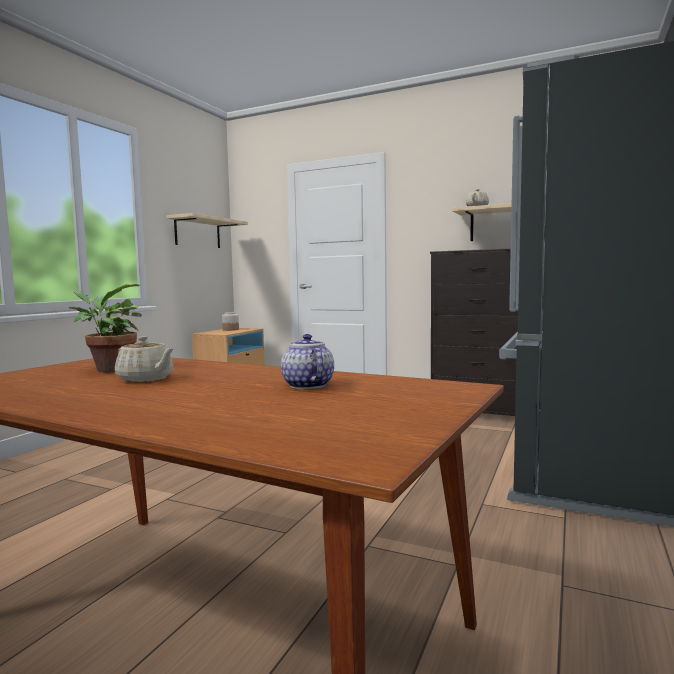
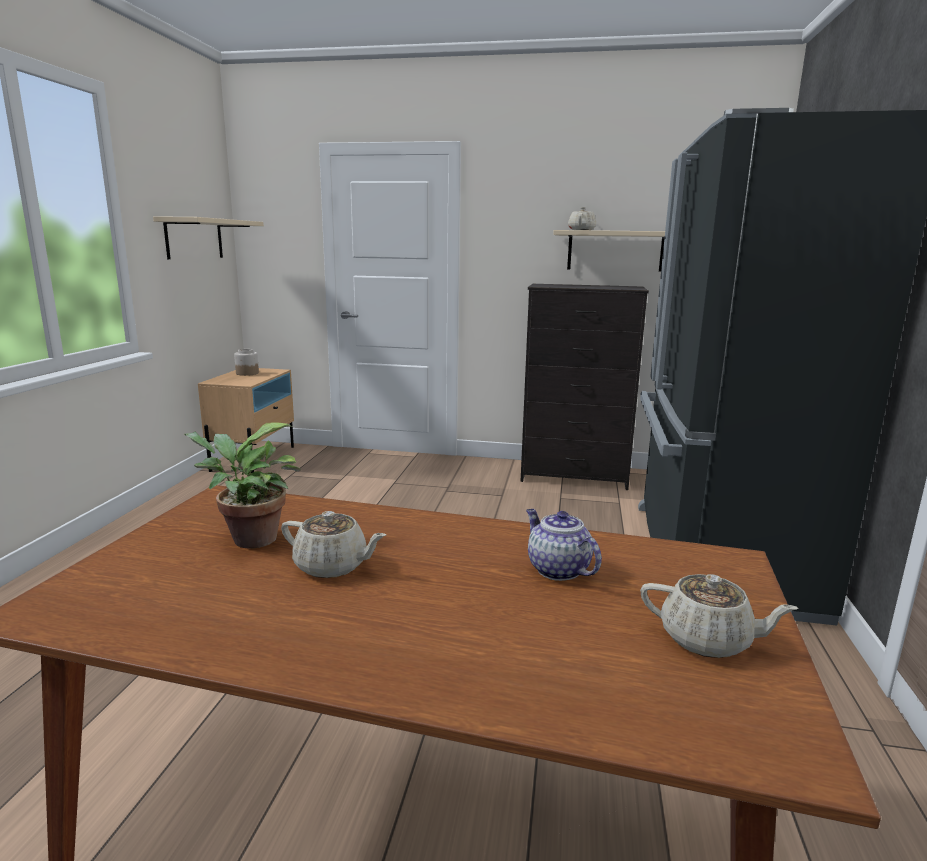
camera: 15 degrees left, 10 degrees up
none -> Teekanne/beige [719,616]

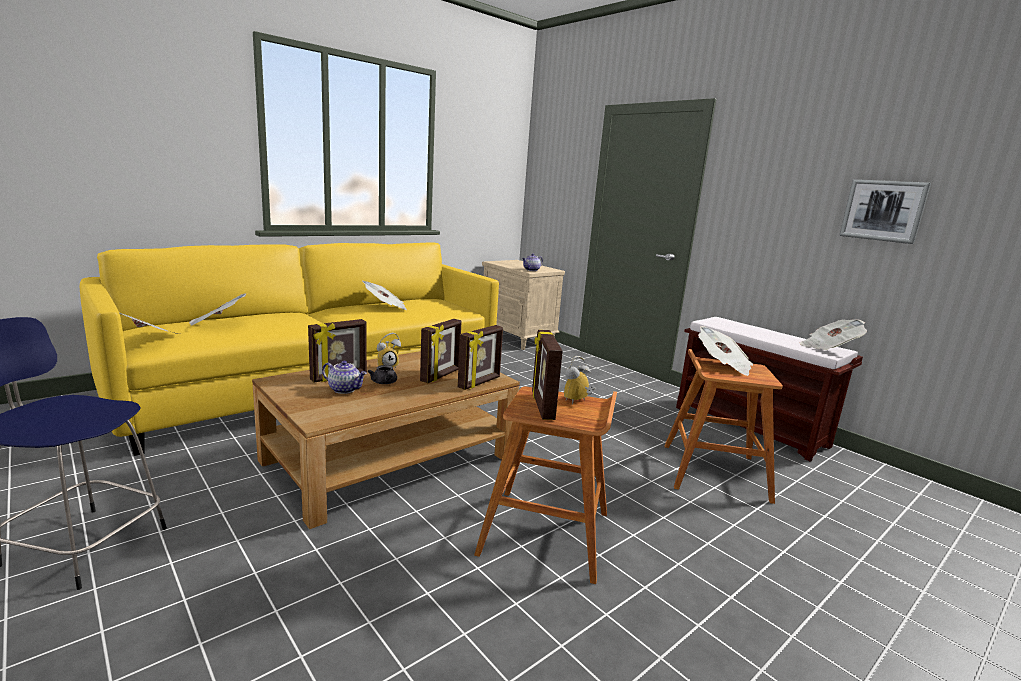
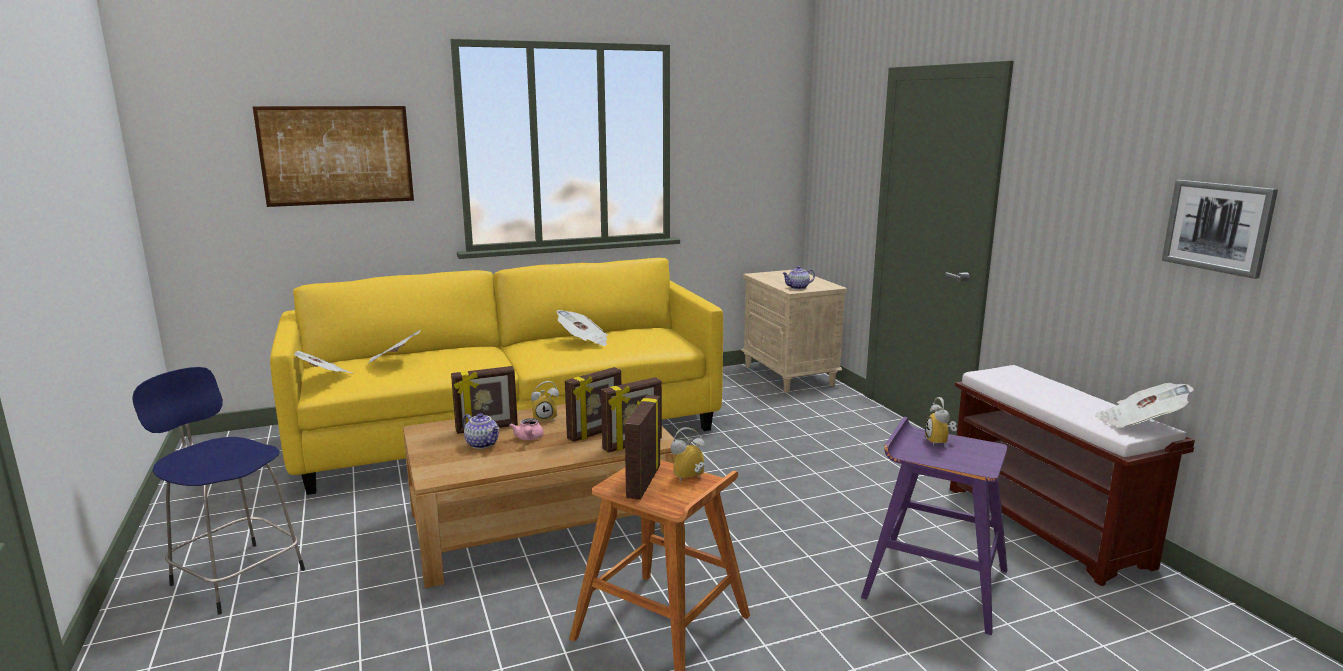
camera: 20 degrees right, 0 degrees up
Zeitung [725,351] -> Wecker [941,422]
Hocker/braun [723,426] -> Hocker/lila [934,526]
Teekanne/grau [382,374] -> Teekanne/rosa [526,429]
none -> Bild [333,156]

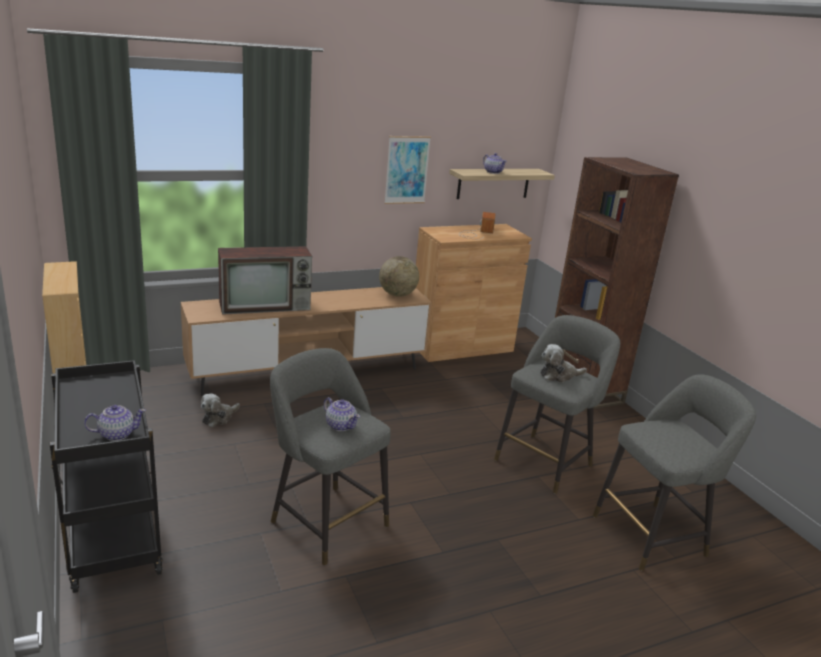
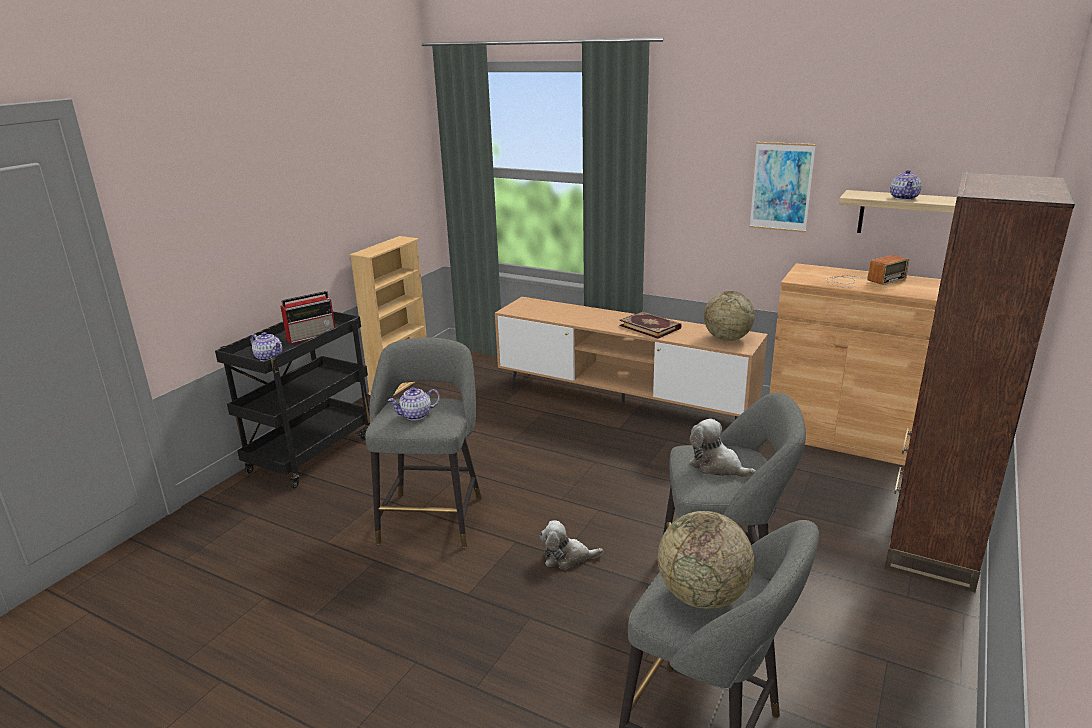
camera: 55 degrees right, 0 degrees up
Fernseher [265,280] -> none
Plüschtier [220,410] -> Plüschtier [571,545], moved
Teekanne [342,414] -> Teekanne [414,403], 60 degrees clockwise
none -> Radio [308,317]
none -> Buch [650,325]
none -> Globus [706,560]

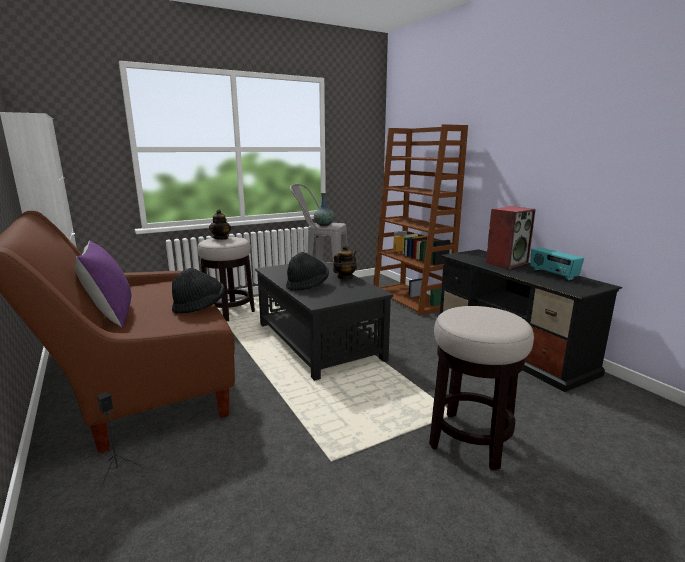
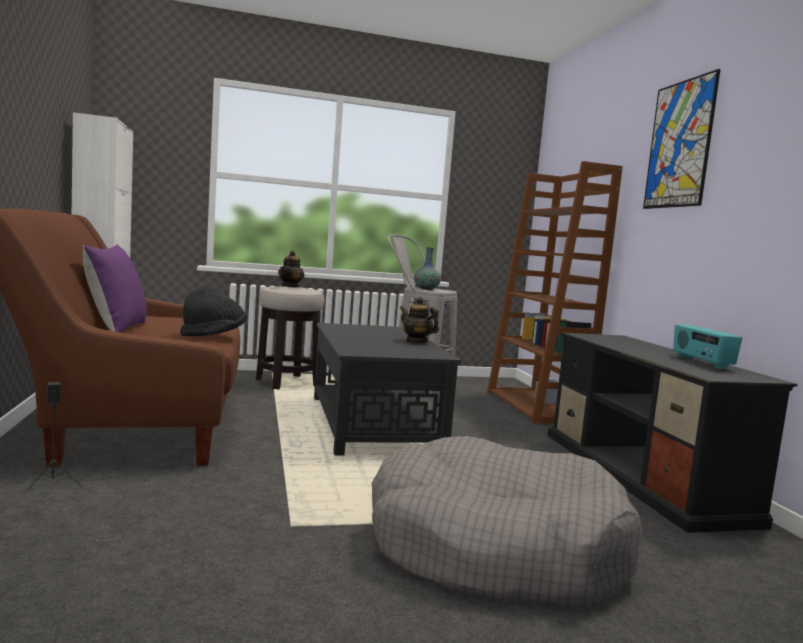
camera: 15 degrees right, 10 degrees down
Lautsprecher [511,237] -> none
Teekanne [345,262] -> Teekanne [419,320], 105 degrees counterclockwise
Hut/schwarz [307,271] -> none
Hocker [481,388] -> Hundebett/grau [507,520]
none -> Bild [682,139]

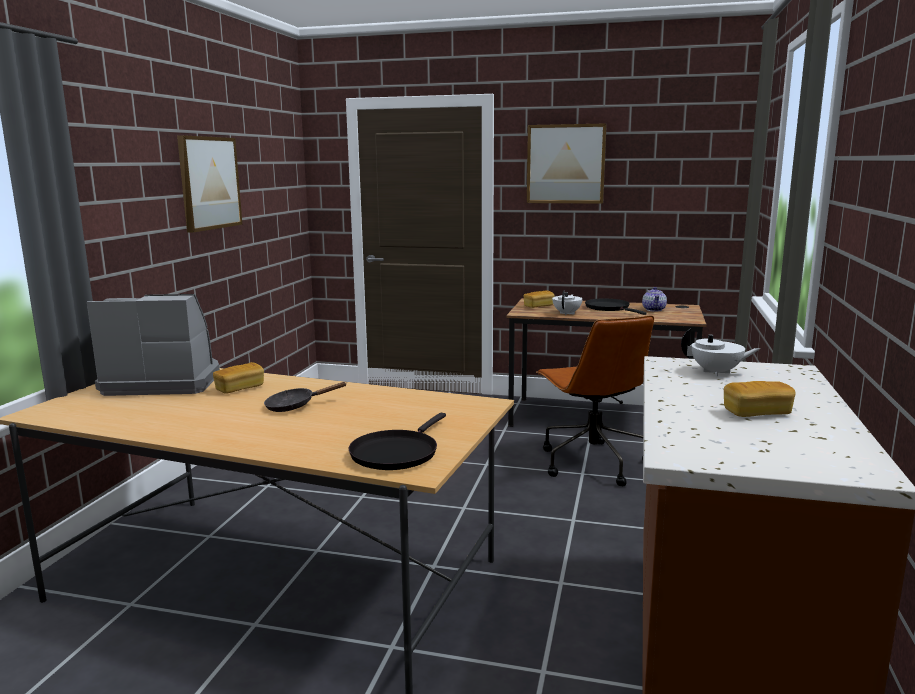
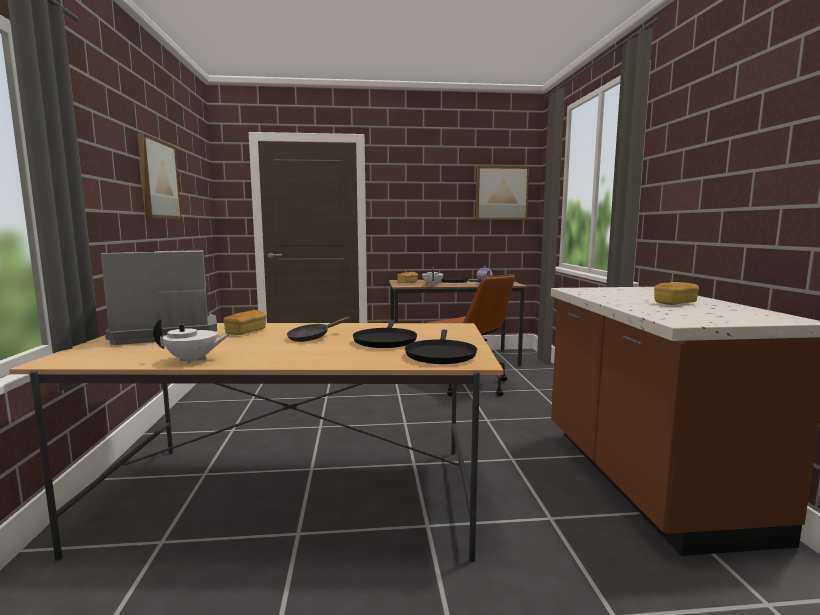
camera: 20 degrees left, 5 degrees down
Bild [567,163] -> Bild [502,193], moved
Teekanne/weiß [720,352] -> Teekanne/weiß [191,341], moved
none -> Pfanne/schwarz [385,334]

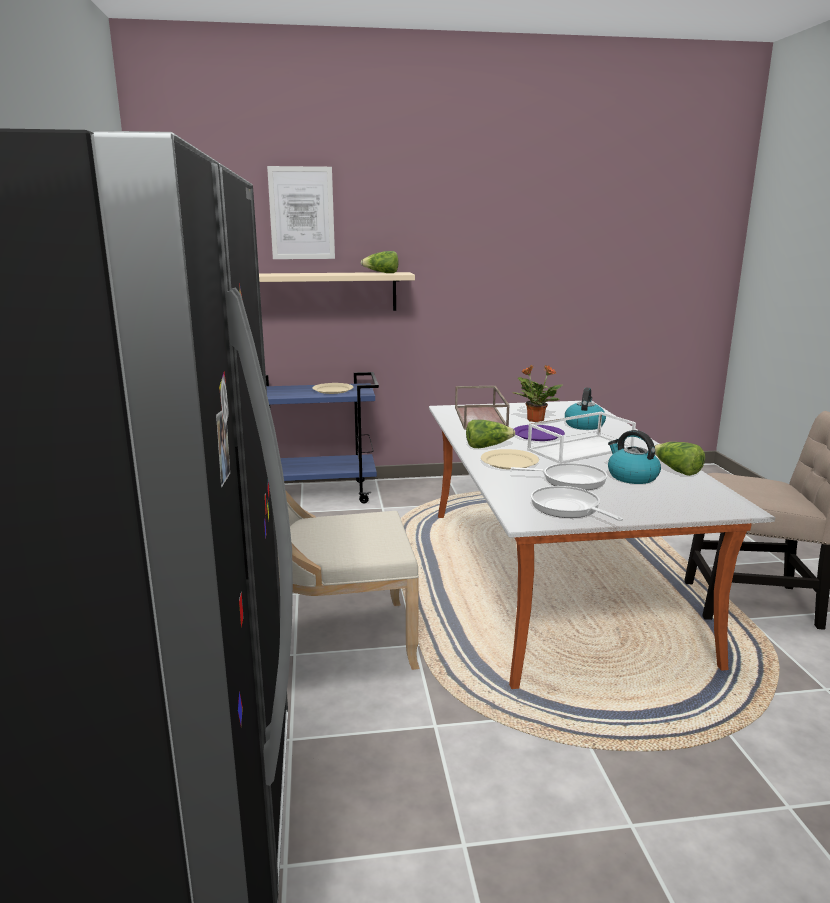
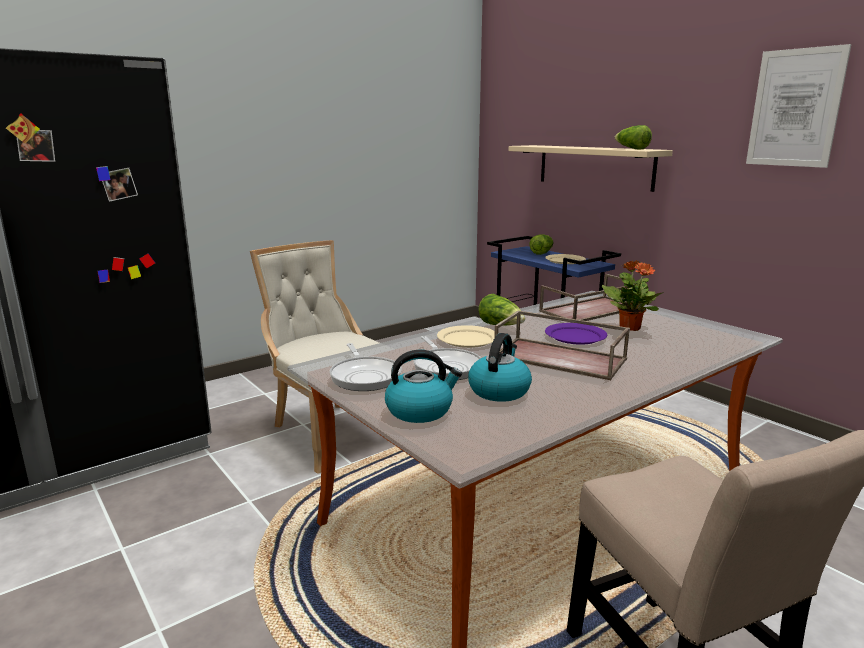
camera: 60 degrees right, 0 degrees up
Bild [301,212] -> Bild [799,106], moved
Wasserkessel [585,409] -> Wasserkessel [423,386], moved
Tablett/weiß [581,438] -> Tablett/braun [562,345]
Salatkopf [680,459] -> Salatkopf [541,244], moved
Pfanne [577,503] -> Pfanne [366,367], 135 degrees clockwise

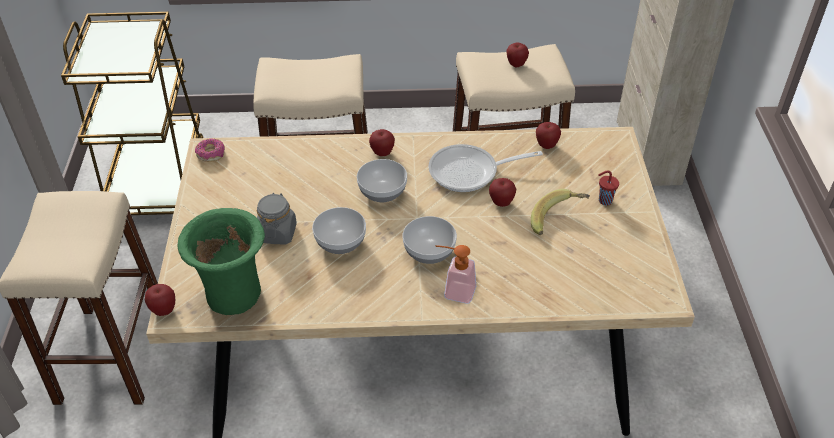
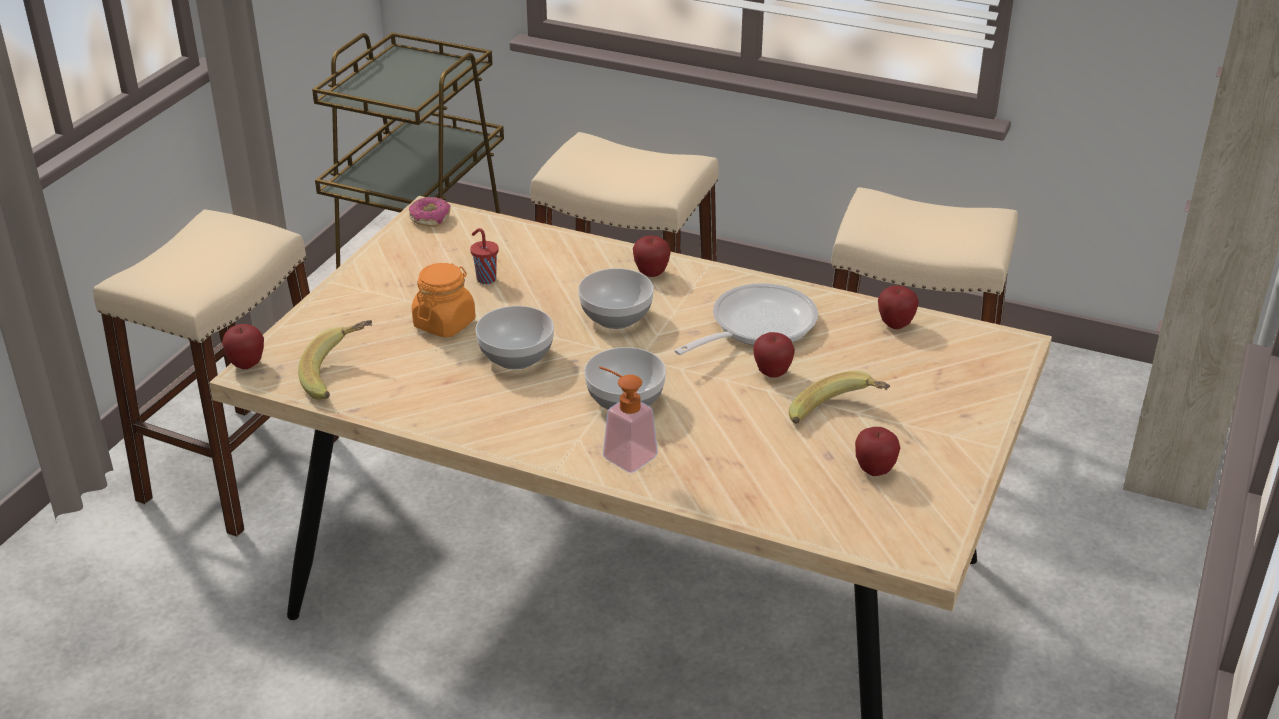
camera: 25 degrees right, 10 degrees down
Apfel [517,55] -> Apfel [877,451], moved
Pfanne [485,168] -> Pfanne [746,319], 120 degrees clockwise
Tasse/rot [608,188] -> Tasse/rot [484,256], moved
Vorratsglas/grau [277,218] -> Vorratsglas/orange [444,300]
Vase/grün [221,261] -> Banane [335,360]

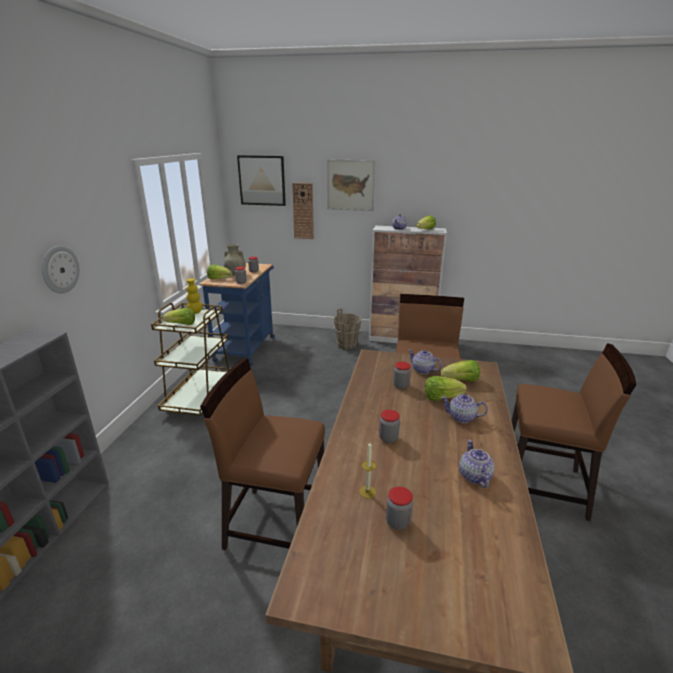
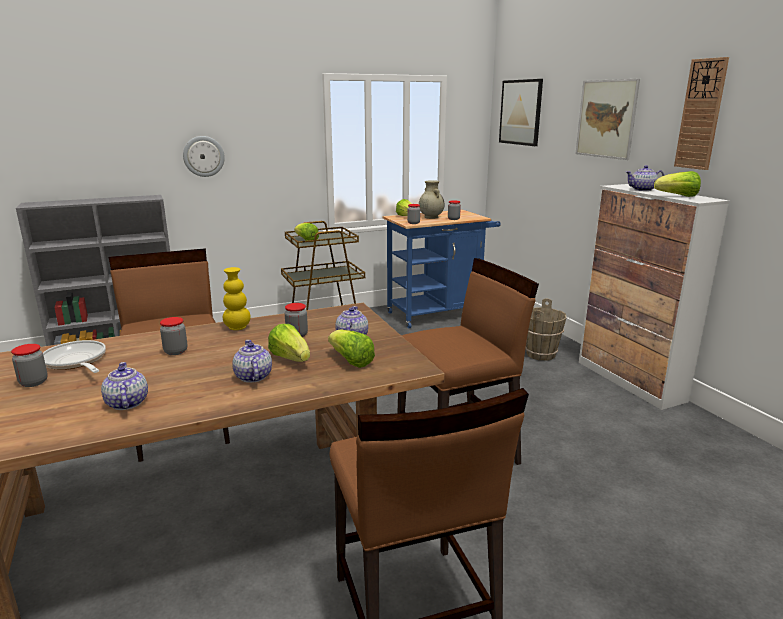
camera: 55 degrees right, 5 degrees down
Wanduhr [303,211] -> Wanduhr [701,113], moved
Vase/gelb [194,296] -> Vase/gelb [237,298], moved
Teekanne [477,464] -> Teekanne [124,386], 75 degrees counterclockwise
Kerze [367,470] -> Pfanne [74,356]

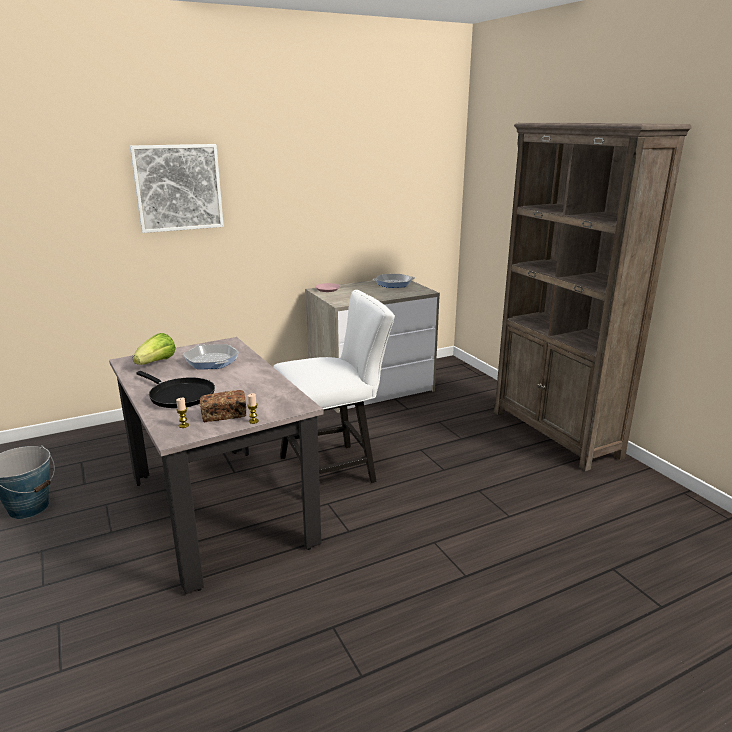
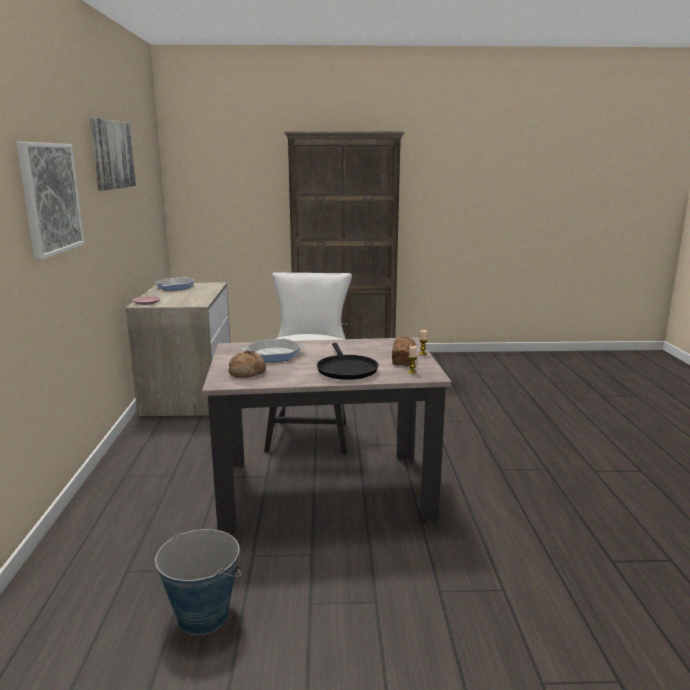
camera: 65 degrees left, 5 degrees down
Salatkopf [154,349] -> Brot [247,364]
Pfanne/schwarz [175,389] -> Pfanne/schwarz [347,361], 105 degrees clockwise
none -> Bild [113,154]

